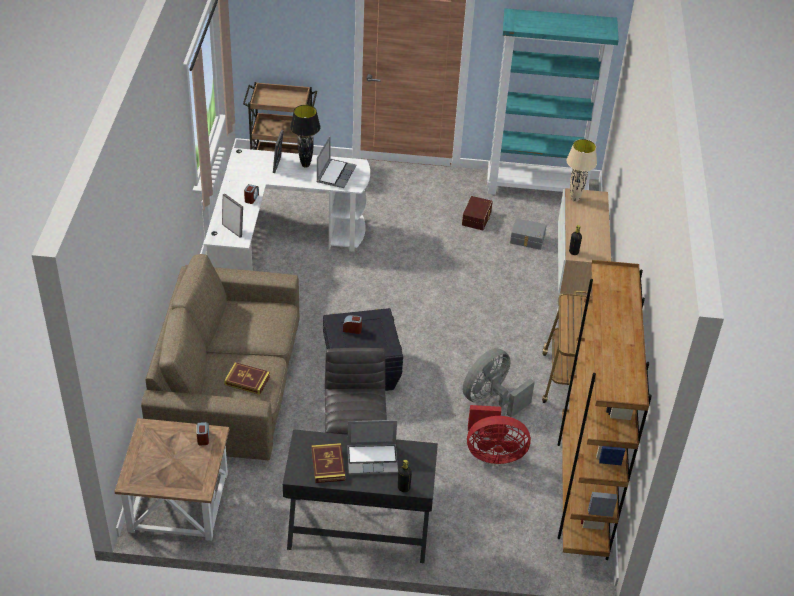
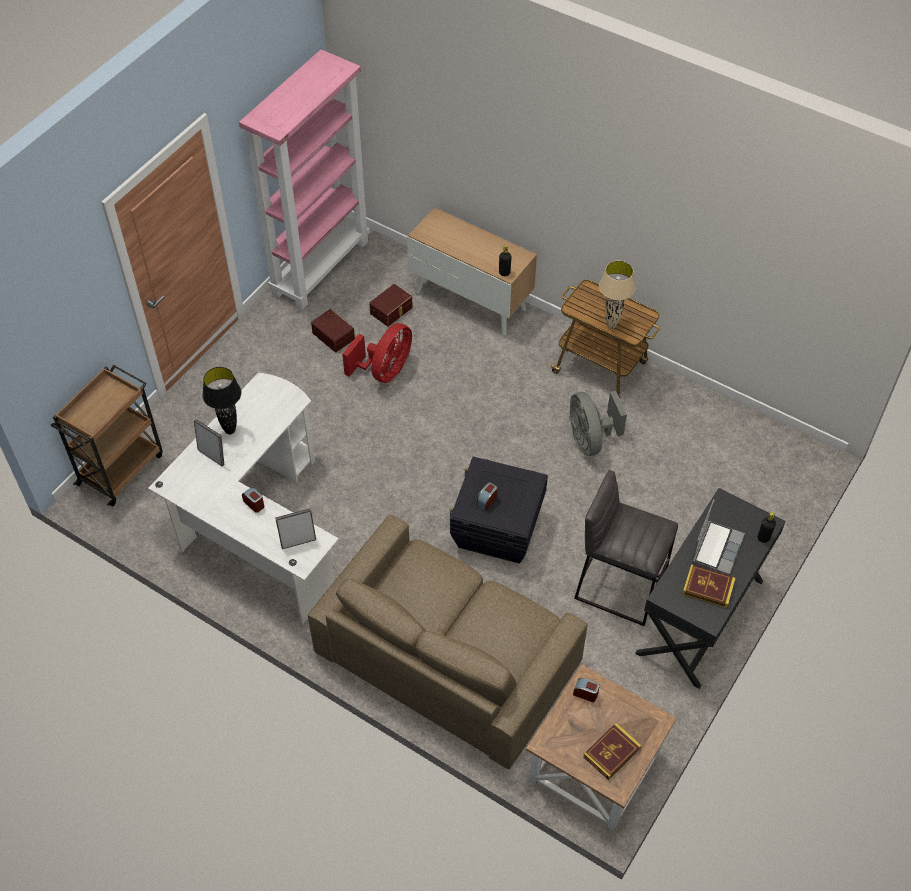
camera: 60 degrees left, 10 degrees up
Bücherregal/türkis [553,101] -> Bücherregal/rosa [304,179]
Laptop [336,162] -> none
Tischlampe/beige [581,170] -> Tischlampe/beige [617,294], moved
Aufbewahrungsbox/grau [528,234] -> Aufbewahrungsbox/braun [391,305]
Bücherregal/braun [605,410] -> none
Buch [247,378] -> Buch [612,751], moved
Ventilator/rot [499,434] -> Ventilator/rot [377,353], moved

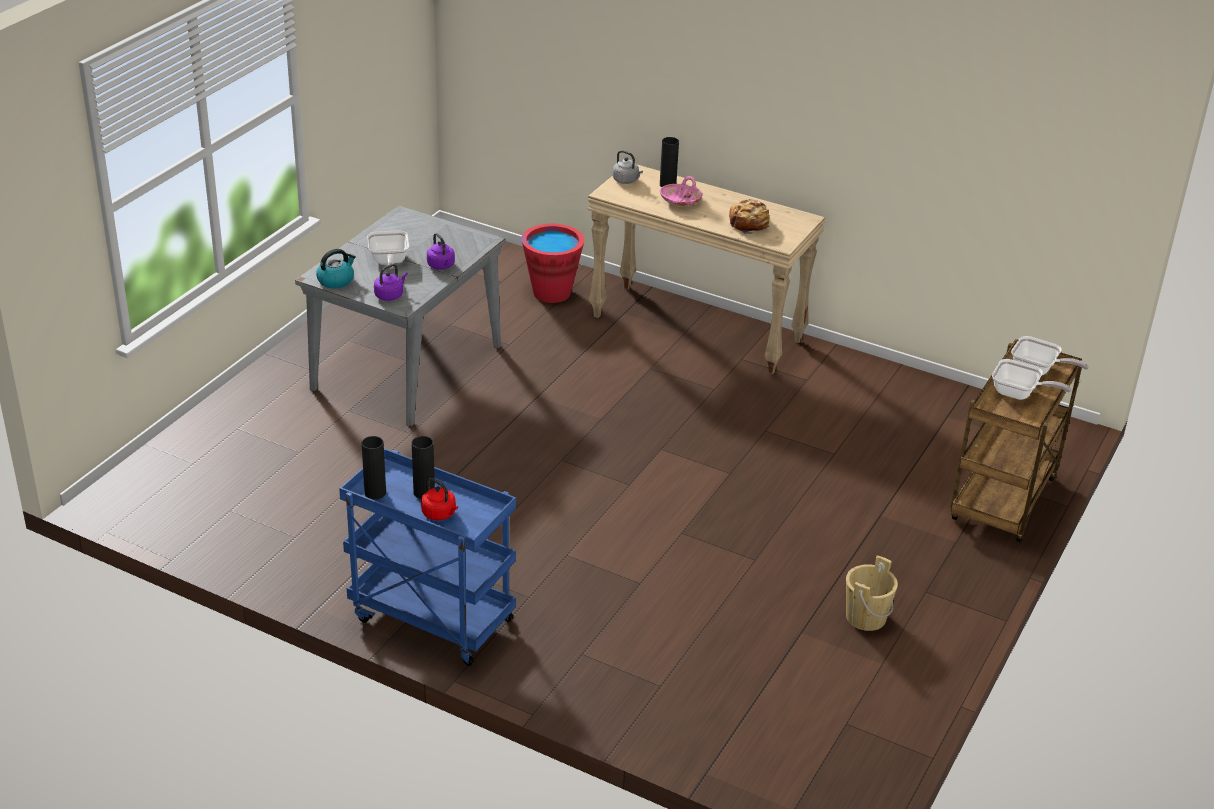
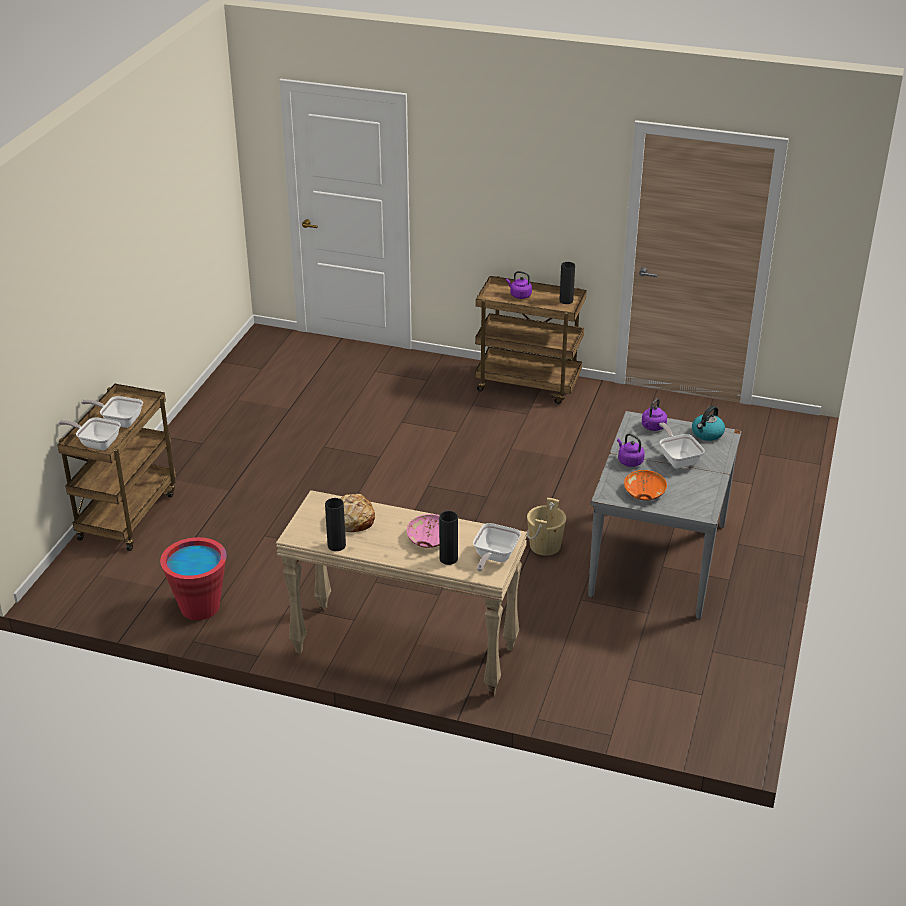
camera: 170 degrees right, 0 degrees up
Wasserkessel/grau [628,167] -> Pfanne [497,547]
Eimer/rot [552,263] -> Eimer/rot [193,578], moved
Vase/schwarz [423,467] -> Vase/schwarz [335,524], moved
Rollwagen/blau [427,557] -> Rollwagen/braun [531,340]
Wasserkessel/rot [439,499] -> Wasserkessel/lila [519,285]
Eimer/beige [872,593] -> Eimer/beige [546,527], moved
none -> Schüssel/orange [645,485]

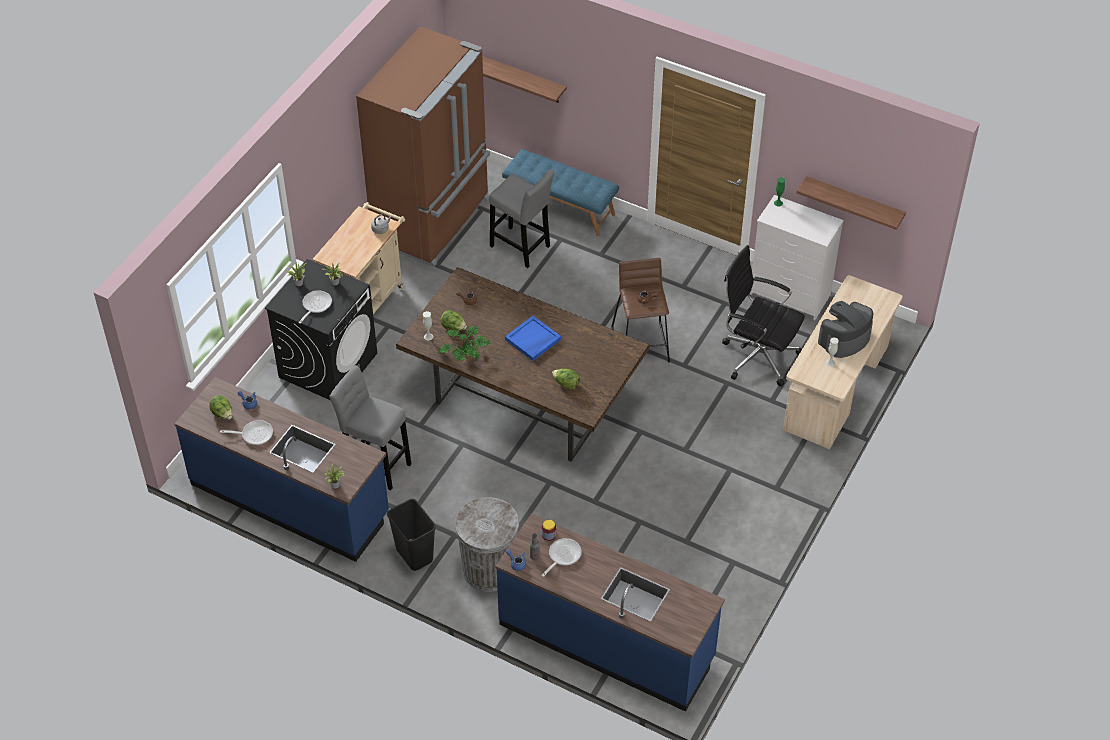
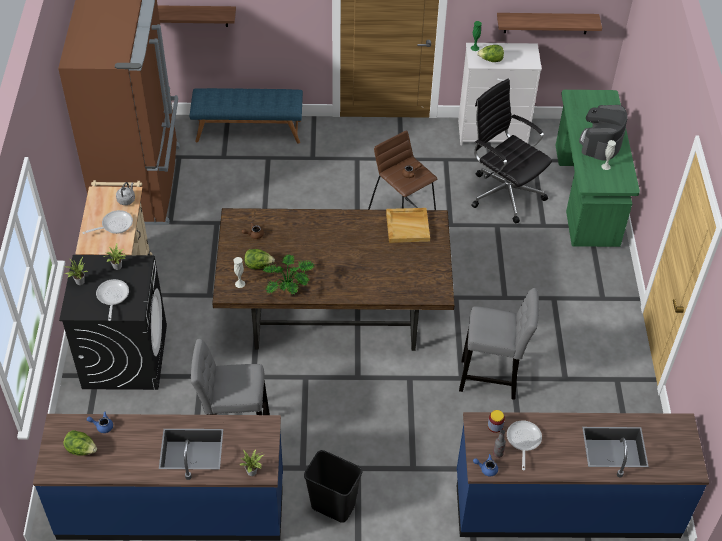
camera: 30 degrees left, 0 degrees up
Hocker/grau [522,218] -> Hocker/grau [499,344], moved
Bürostuhl/schwarz [763,316] -> Bürostuhl/schwarz [511,151], 45 degrees clockwise
Schreibtisch/beige [843,362] -> Schreibtisch/grün [598,168]
Tablett/blau [533,338] -> none
Salatkopf [566,379] -> Salatkopf [490,53], moved
Pfanne [246,432] -> Pfanne [107,222], moved
Mülleimer/grau [487,544] -> none
none -> Tablett/beige [408,225]

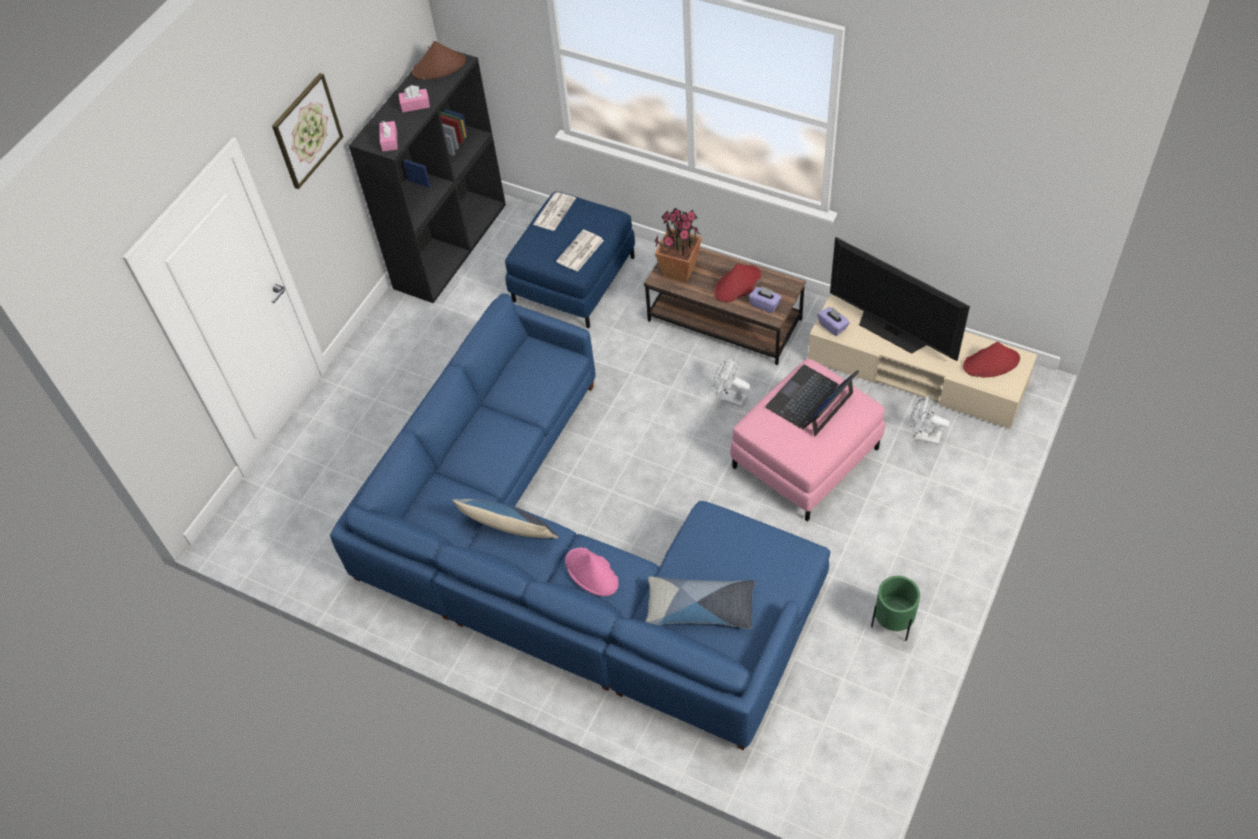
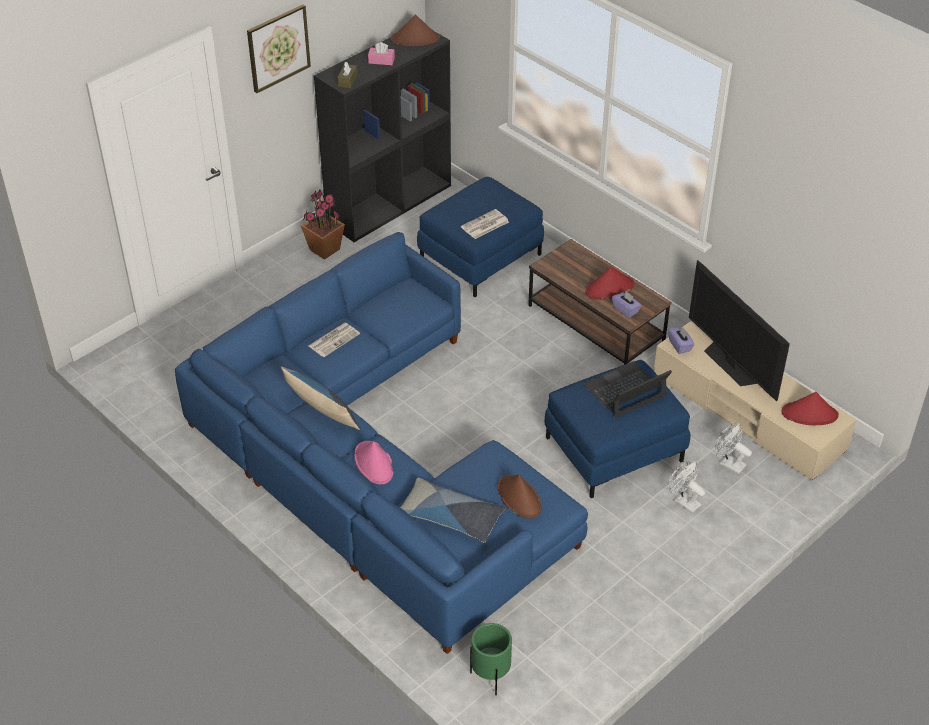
camera: 15 degrees right, 10 degrees down
Taschentuchbox/rosa [388,136] -> Taschentuchbox/braun [347,75]
Zeitung [554,211] -> Zeitung [334,340], moved
Topfpflanze [678,245] -> Topfpflanze [323,224], moved
Ventilator/weiß [732,382] -> Ventilator/weiß [686,487], moved
Polsterhocker/rosa [807,440] -> Polsterhocker/blau [617,429]
Pflanzkübel/grün [895,608] -> Pflanzkübel/grün [491,659], moved
none -> Hut/braun [519,496]

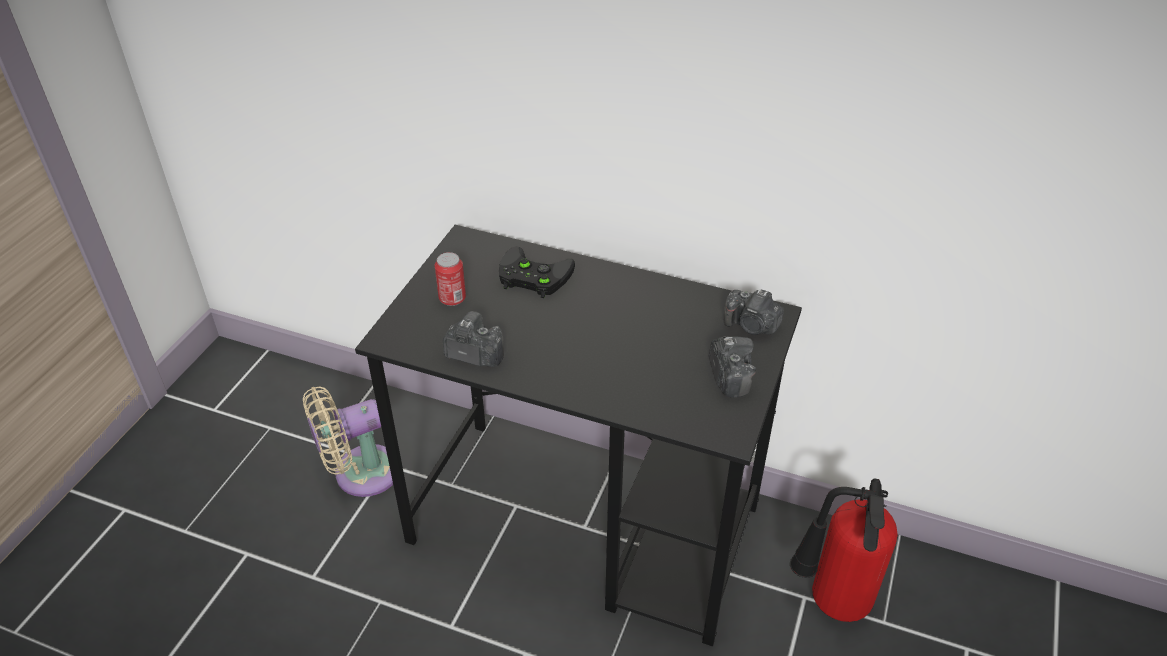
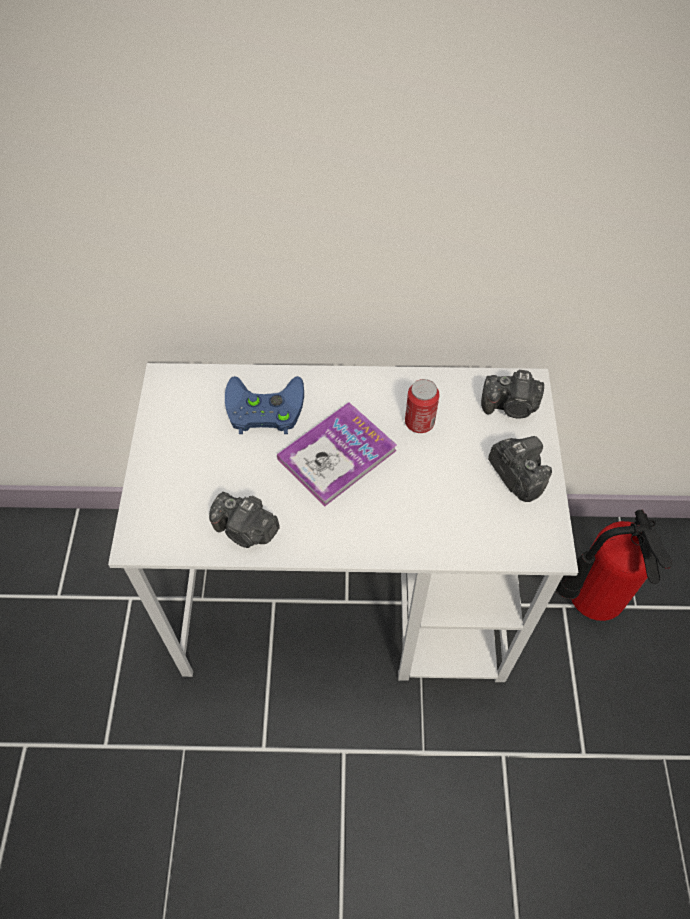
camera: 20 degrees left, 15 degrees up
Schreibtisch/schwarz [578,435] -> Schreibtisch/weiß [343,522]
Gamepad/schwarz [537,272] -> Gamepad/blau [264,405]
Dose [450,279] -> Dose [422,406], moved
Kamera [473,339] -> Kamera [244,520], 150 degrees counterclockwise
Ventilator/beige [348,442] -> none
none -> Buch [337,454]

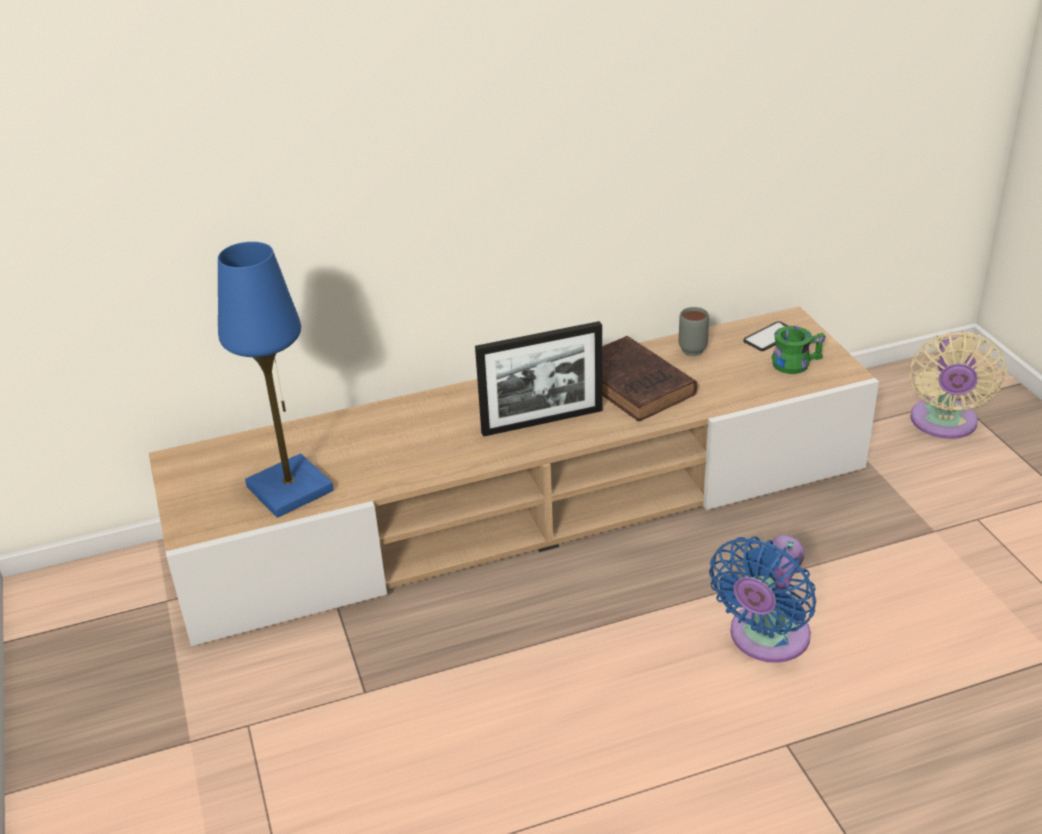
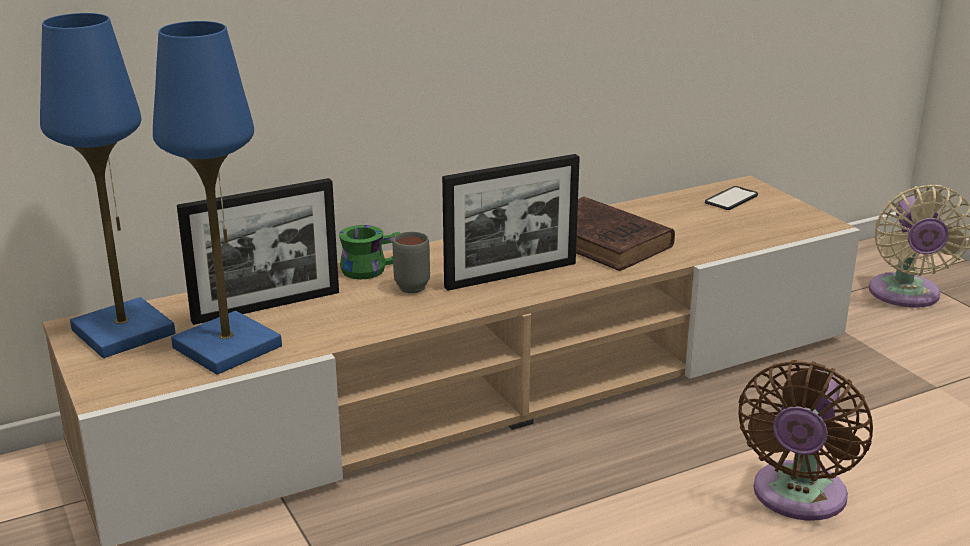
camera: 10 degrees left, 10 degrees down
Henkelbecher/grau [694,331] -> Henkelbecher/grau [411,262], moved
Henkelbecher/grün [799,350] -> Henkelbecher/grün [369,252], moved
Ventilator/blau [762,599] -> Ventilator/braun [805,440]
none -> Tischlampe/blau [107,185]
none -> Bilderrahmen [258,251]

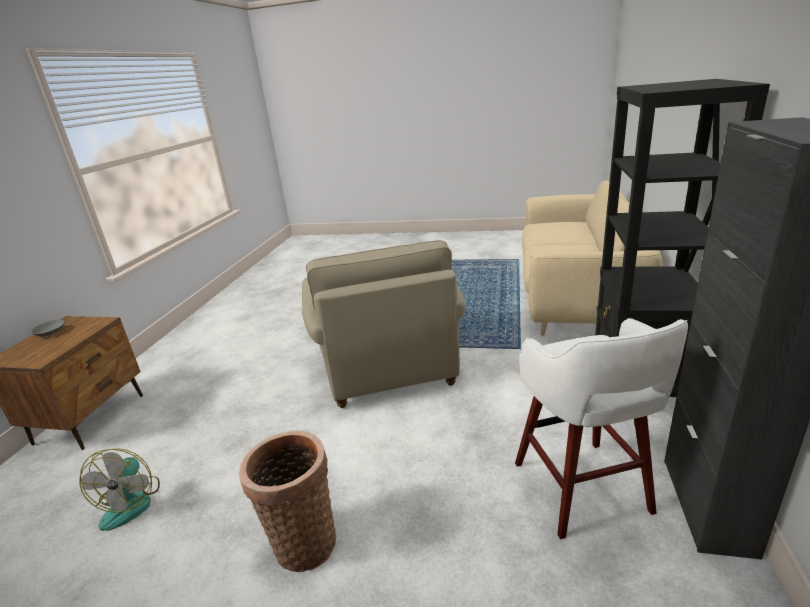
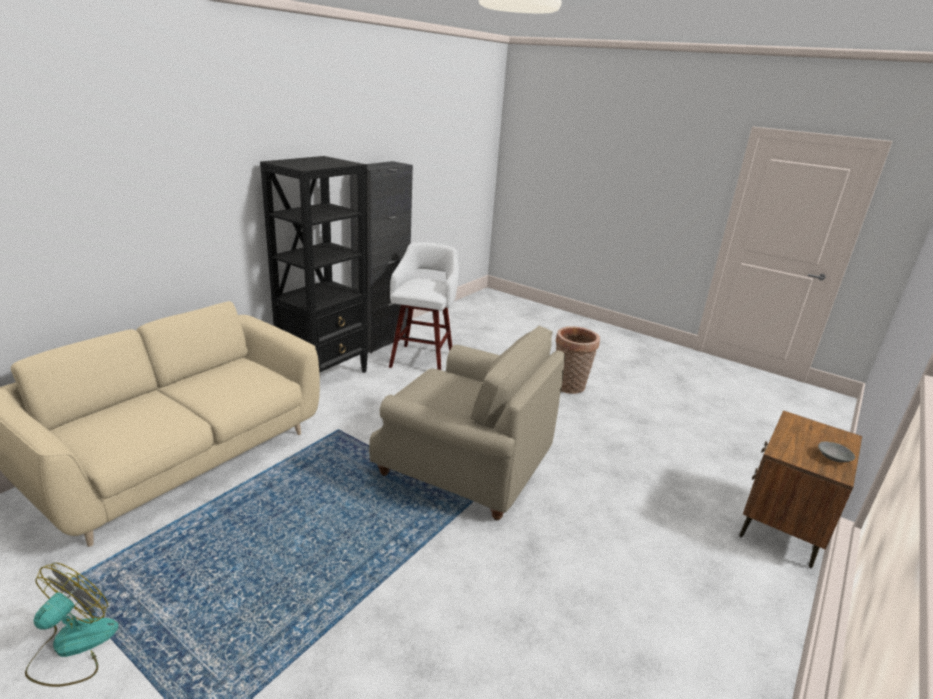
camera: 160 degrees left, 0 degrees up
Sessel/beige [384,324] -> Sessel/beige [467,423], 105 degrees clockwise
Ventilator [119,490] -> Ventilator [72,625], moved

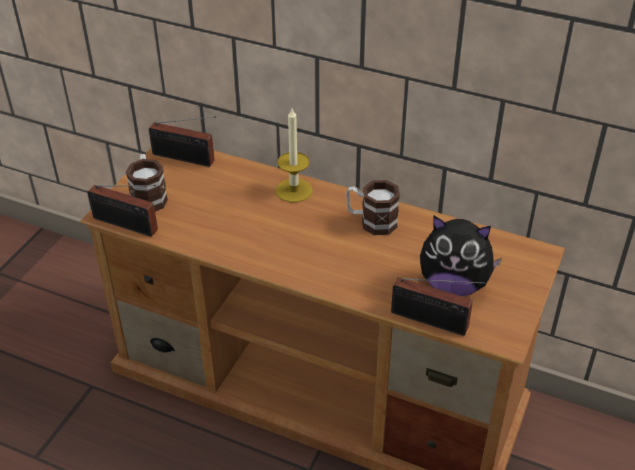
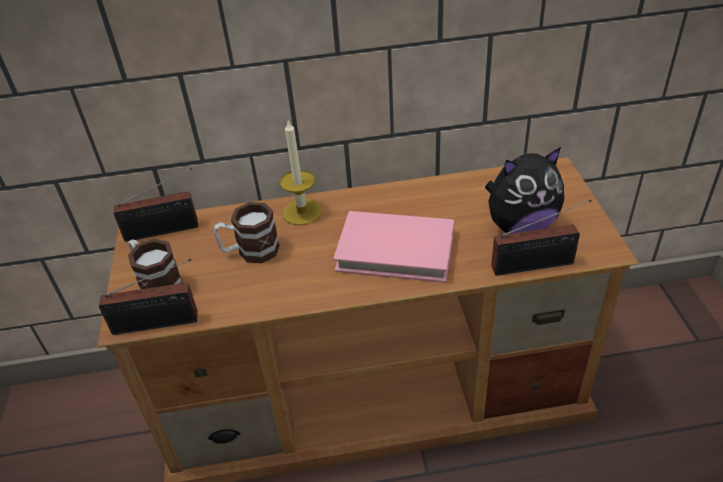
camera: 30 degrees left, 0 degrees up
Henkelbecher [373,207] -> Henkelbecher [247,232], moved
none -> Buch/rosa [393,246]

